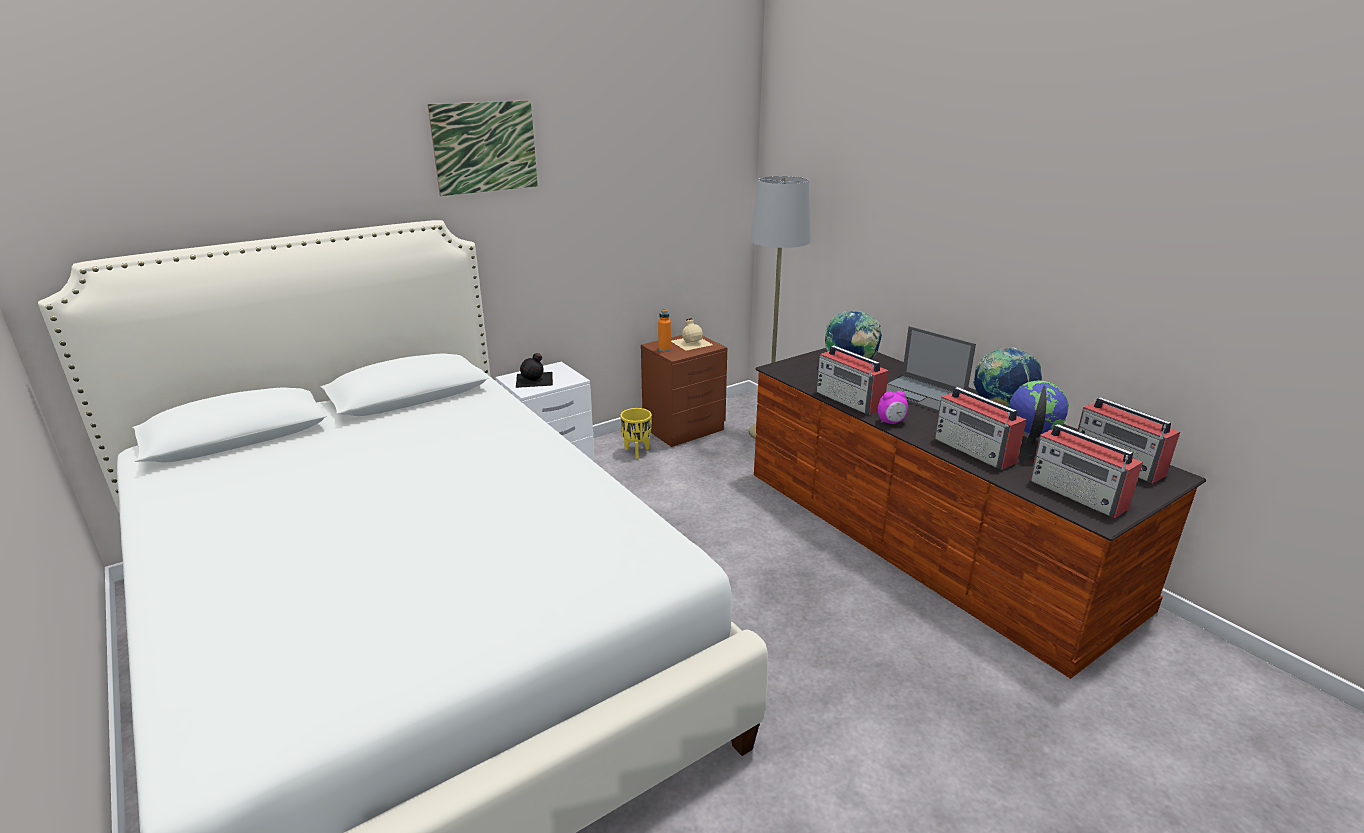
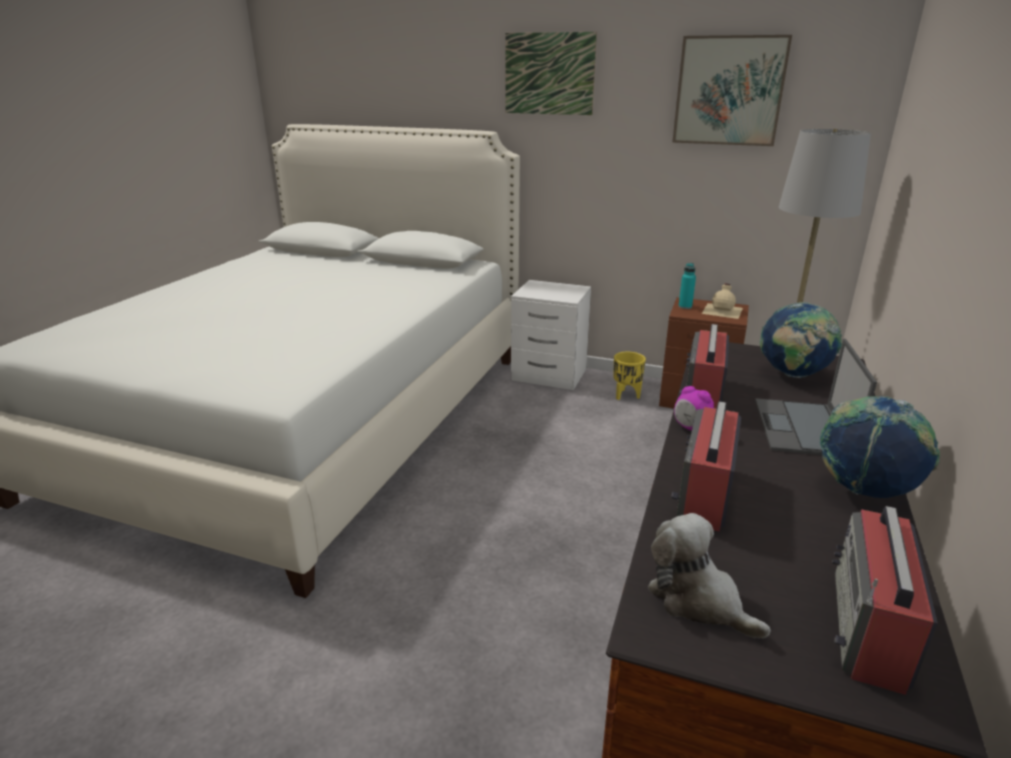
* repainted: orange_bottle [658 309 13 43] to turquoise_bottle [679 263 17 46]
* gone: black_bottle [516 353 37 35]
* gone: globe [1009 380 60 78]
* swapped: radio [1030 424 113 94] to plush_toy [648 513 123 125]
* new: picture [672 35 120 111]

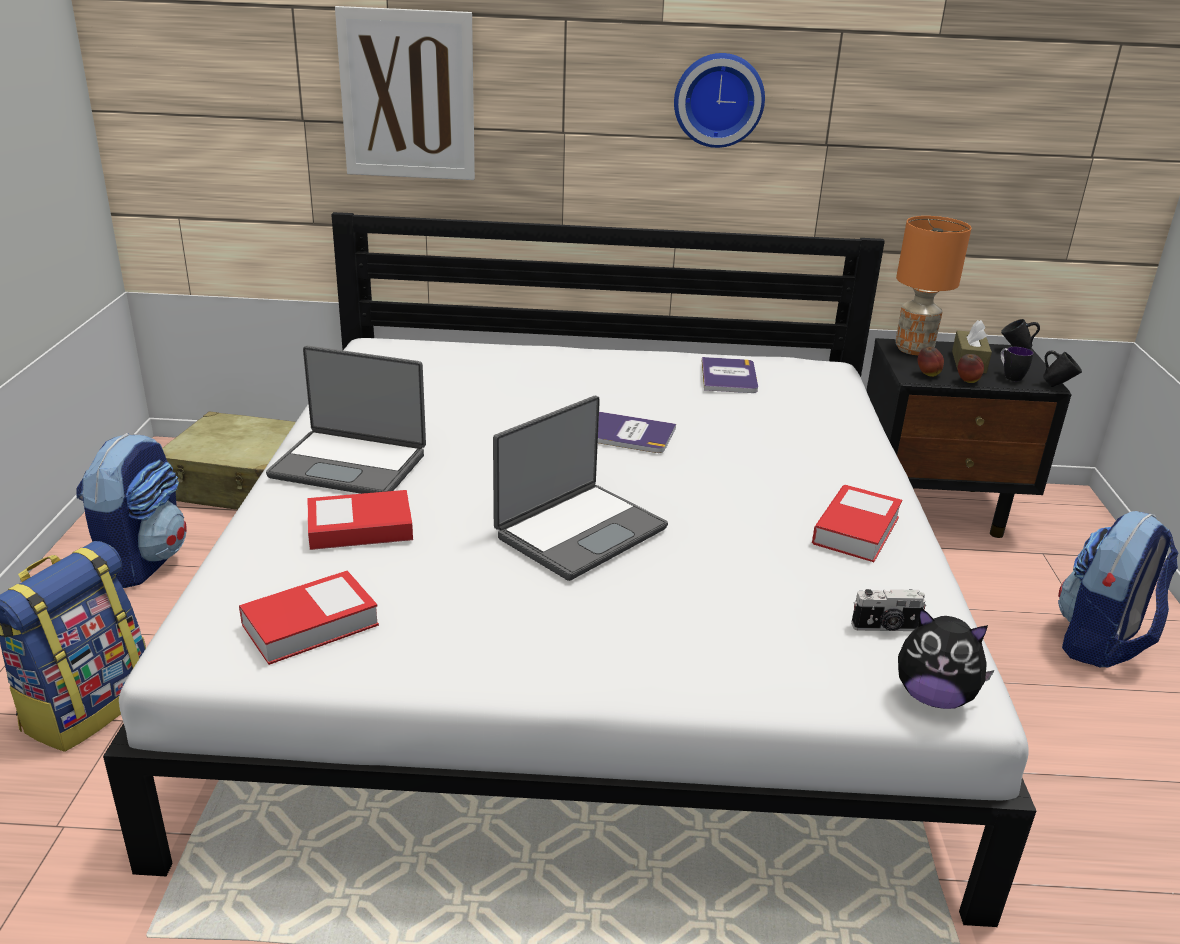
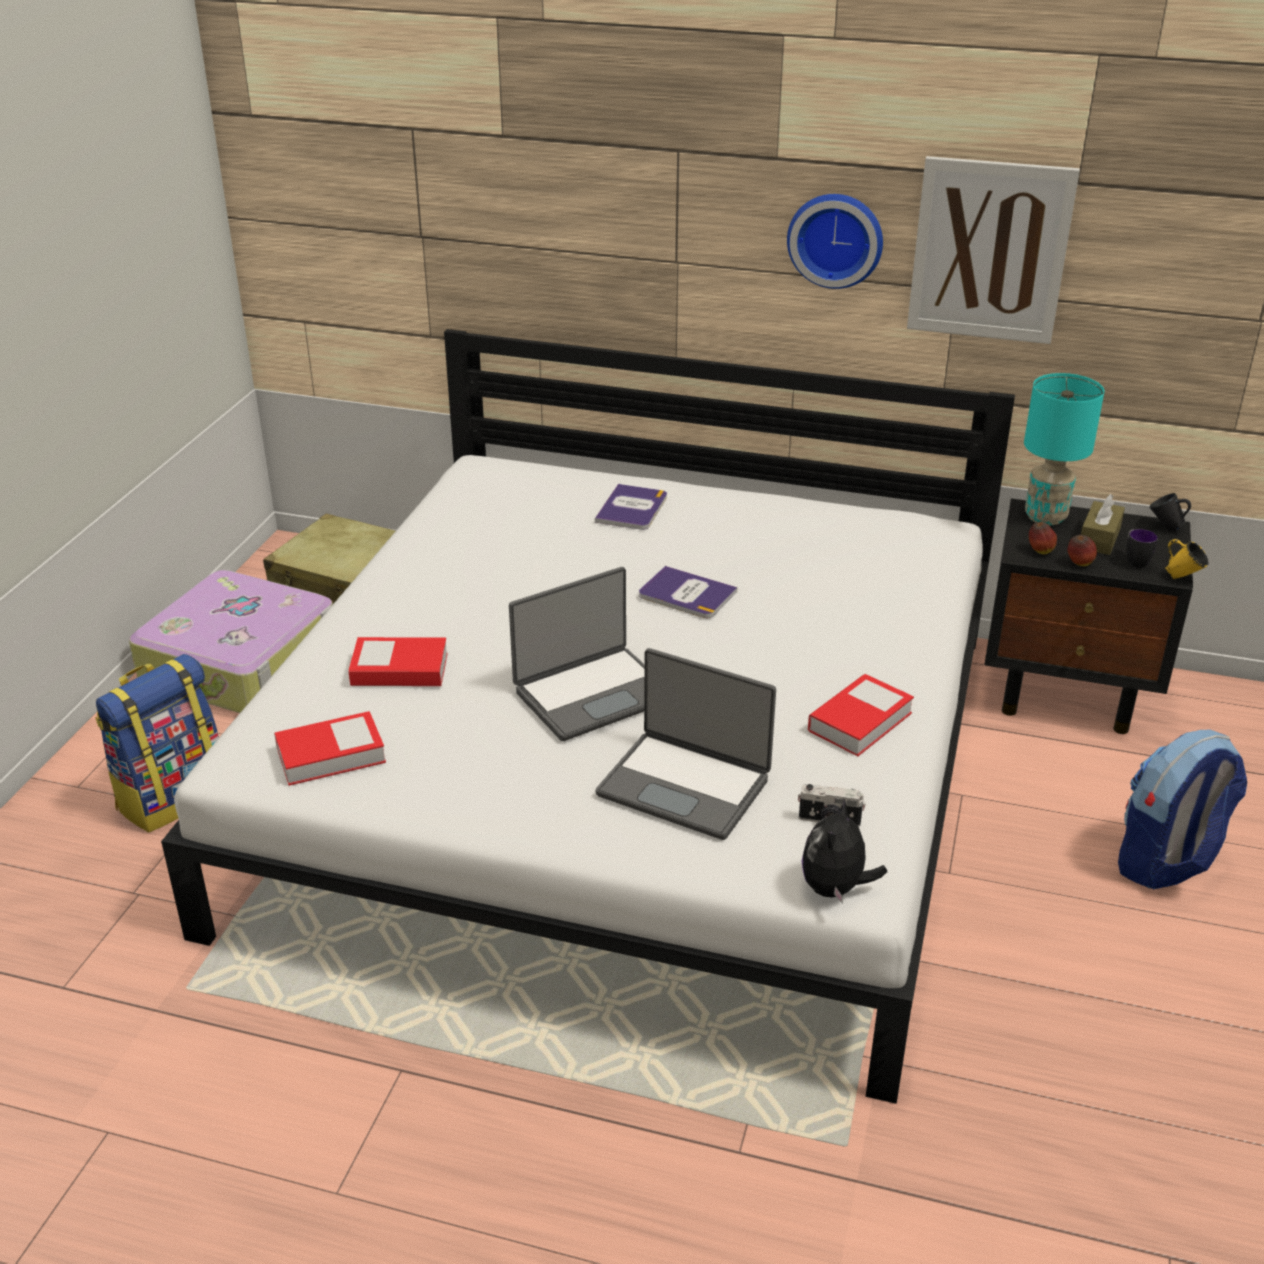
* shifted: picture [335 6 140 174] to [907 156 173 188]
* repainted: orange_table_lamp [895 216 76 139] to turquoise_table_lamp [1024 373 80 152]
* shifted: laptop [266 346 160 148] to [596 648 180 192]
* repainted: black_mug [1043 351 39 36] to yellow_mug [1165 539 43 40]
* shifted: book [702 357 56 36] to [595 484 72 46]
* swapped: backpack [77 433 110 155] to suitcase [129 570 204 143]
* rotated: plush_toy [898 608 97 101] = [802 799 85 105] 75 degrees clockwise

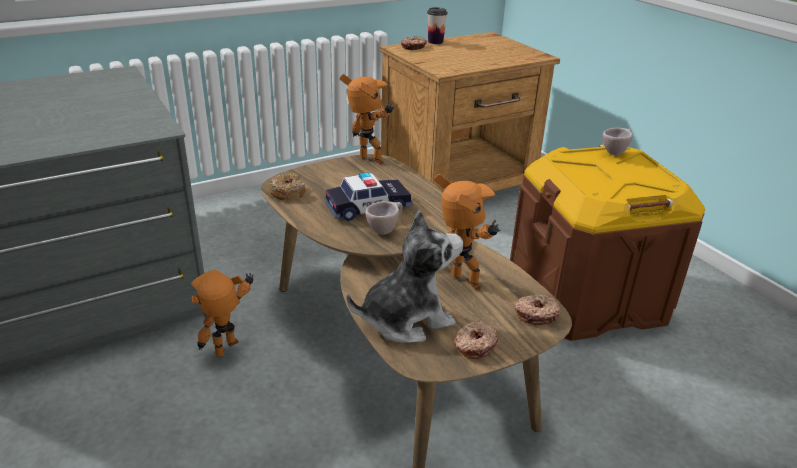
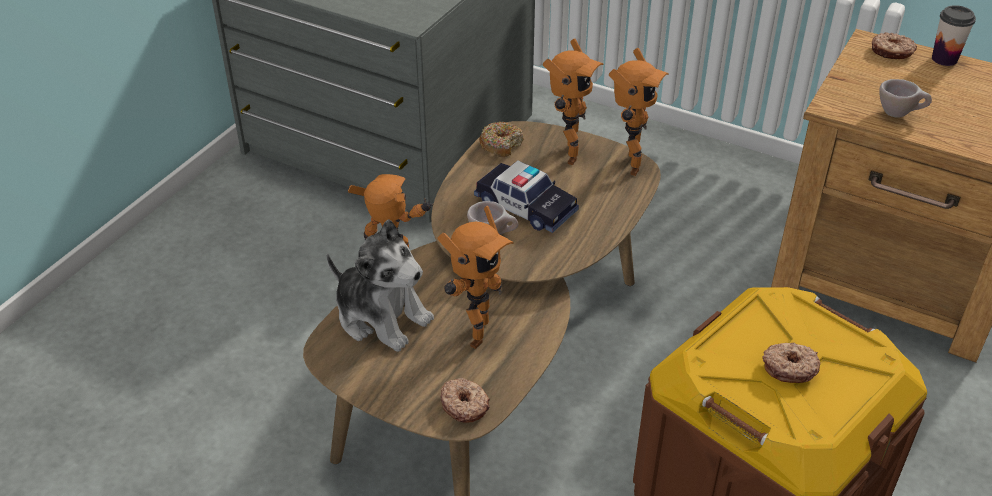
* shifted: beige_cup [602 128 31 27] to [879 79 53 39]
* shifted: donut [454 321 44 38] to [762 342 58 41]
* new: toy_robot [543 38 61 127]

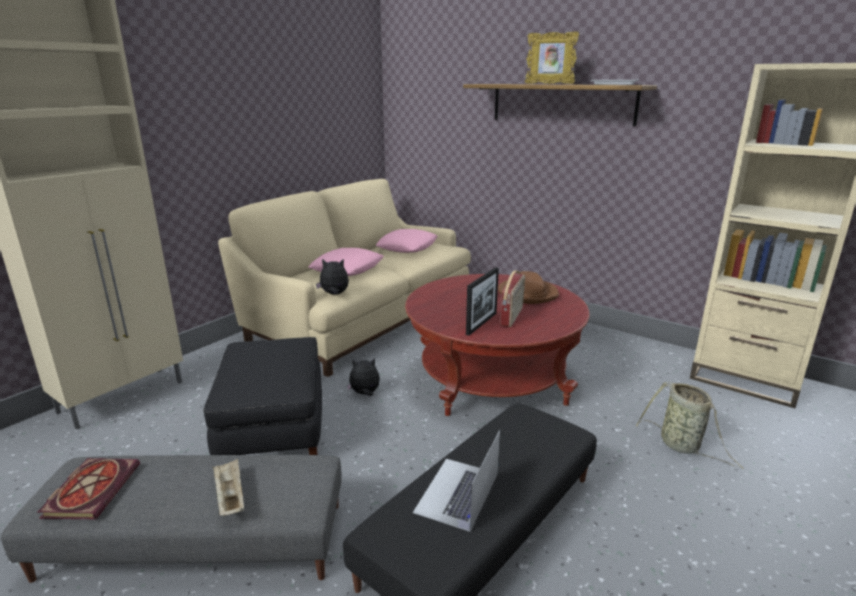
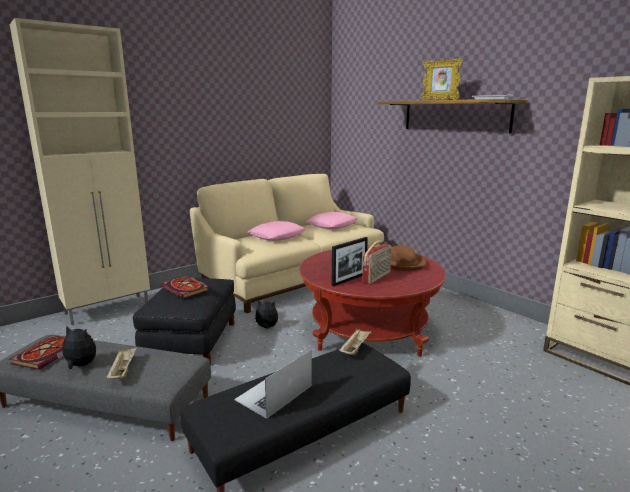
* shifted: plush_toy [316 259 33 36] to [56 325 40 44]
* gone: basket [636 382 108 87]
* new: book [161 276 49 23]
* new: beige_tray [339 328 33 27]

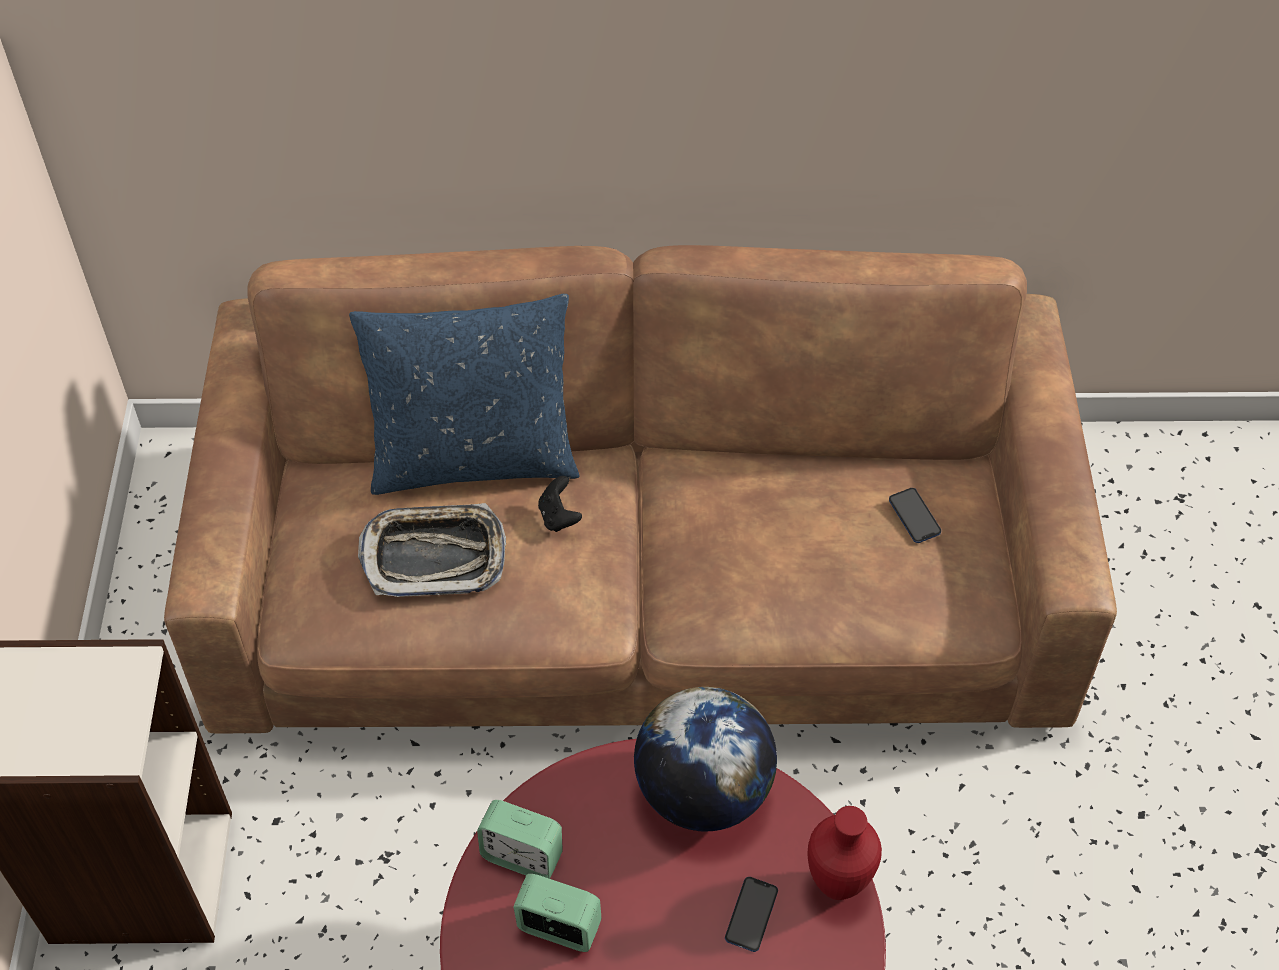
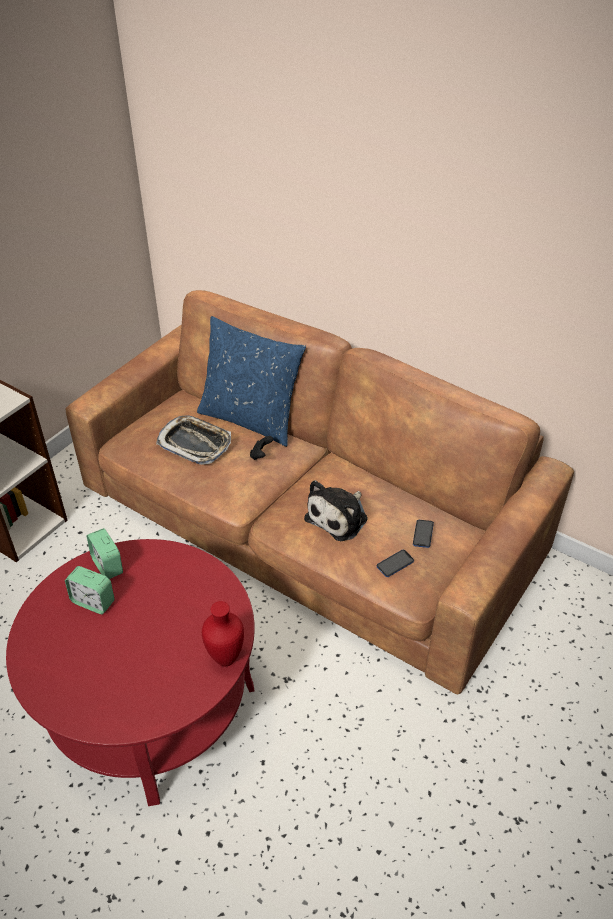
* gone: globe [634 687 143 144]
* rotated: alarm_clock [514 874 87 78] = [65 566 50 48] 150 degrees clockwise
* shifted: phone [725 877 53 75] to [377 550 37 27]
* new: plush_toy [304 480 64 61]

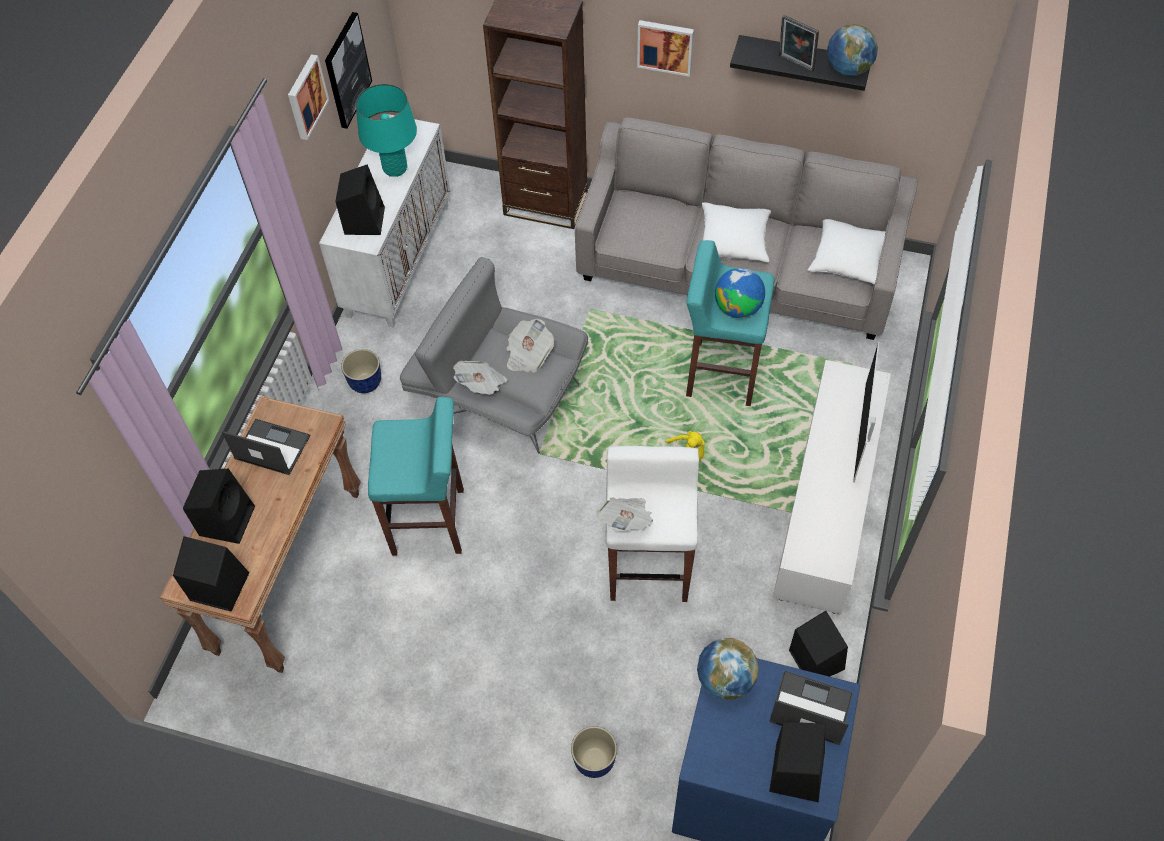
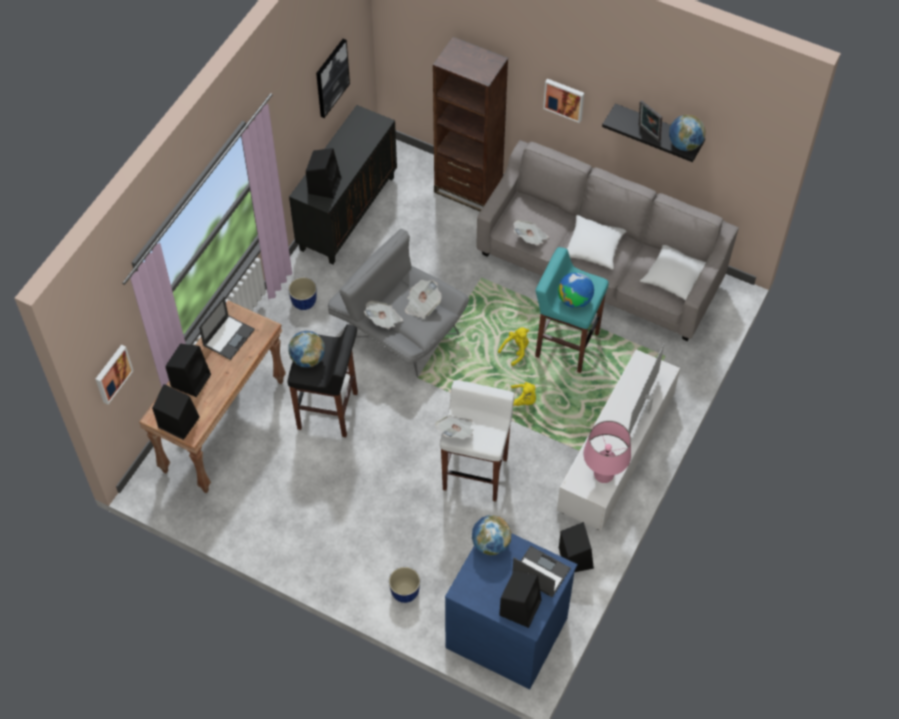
* shifted: picture [288 54 41 86] to [95 345 38 60]
* gone: turquoise_table_lamp [356 84 61 93]
* repainted: white_cabinet [319 114 131 214] to black_cabinet [289 105 108 160]
* repainted: turquoise_stool [368 397 96 159] to black_stool [288 324 70 113]
* rotated: laptop [222 419 88 56] = [199 297 56 63] 90 degrees clockwise
* new: newspaper [513 220 36 26]
* new: yellow_plush_toy [498 327 31 39]
* new: globe [288 331 37 37]
* new: pink_table_lamp [584 421 47 62]

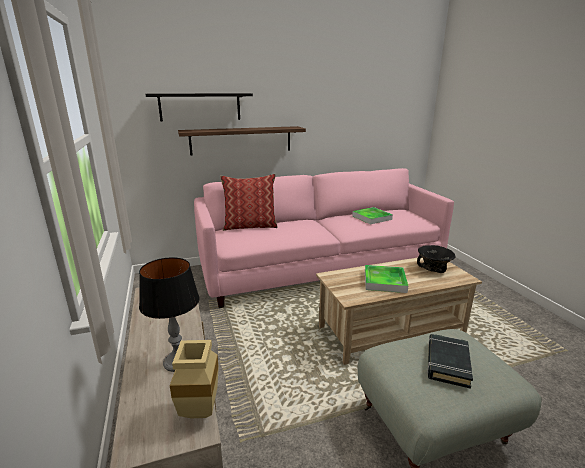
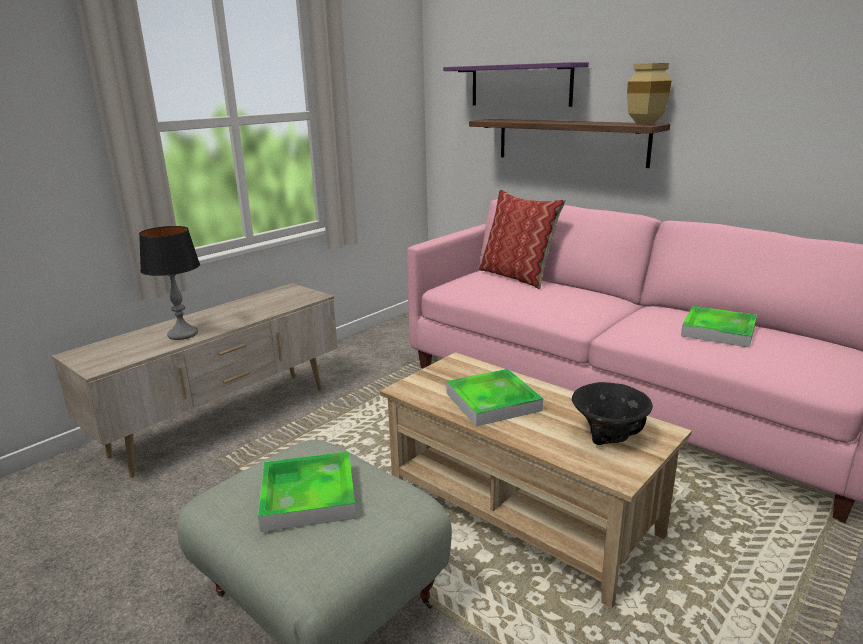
* repainted: black_shelf [145 93 108 29] to purple_shelf [443 62 146 45]
* swapped: black_book [427 334 46 55] to tray [258 452 98 80]
* shifted: beige_vase [170 340 49 78] to [627 63 44 62]

